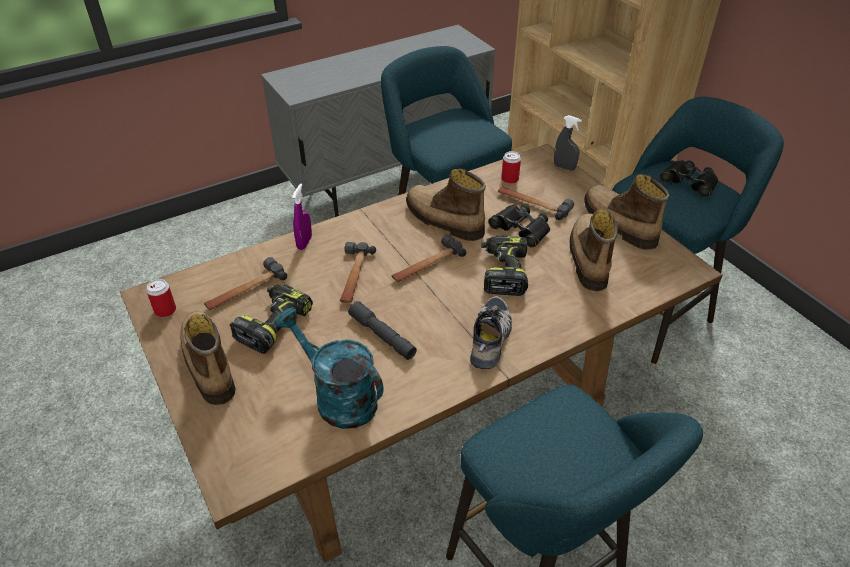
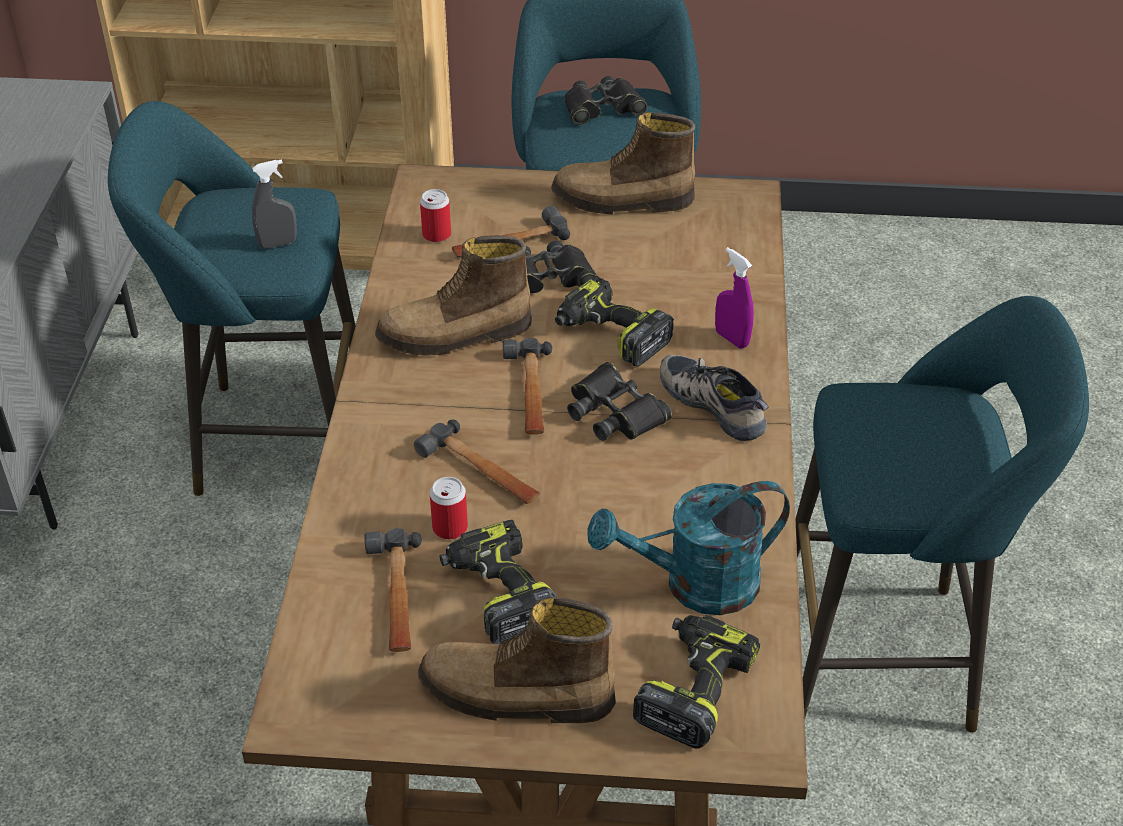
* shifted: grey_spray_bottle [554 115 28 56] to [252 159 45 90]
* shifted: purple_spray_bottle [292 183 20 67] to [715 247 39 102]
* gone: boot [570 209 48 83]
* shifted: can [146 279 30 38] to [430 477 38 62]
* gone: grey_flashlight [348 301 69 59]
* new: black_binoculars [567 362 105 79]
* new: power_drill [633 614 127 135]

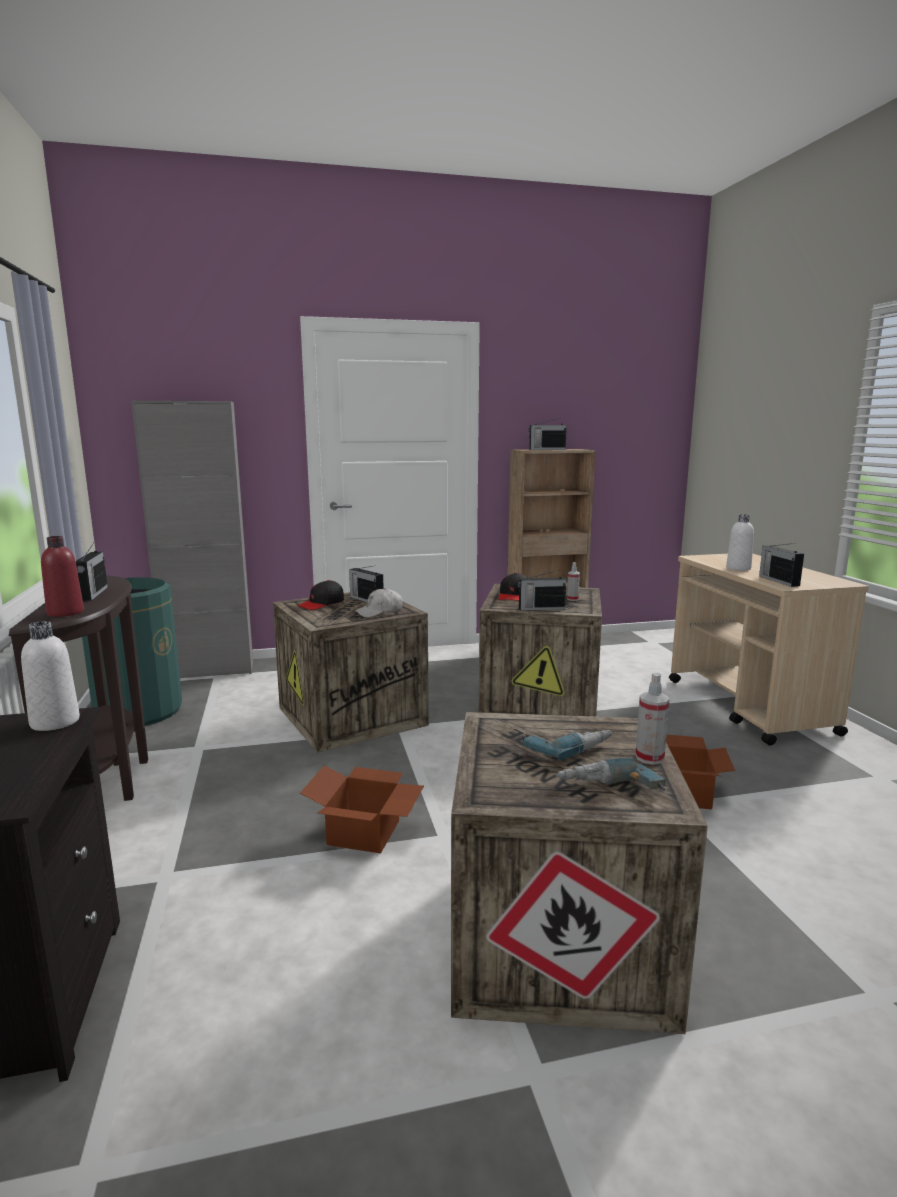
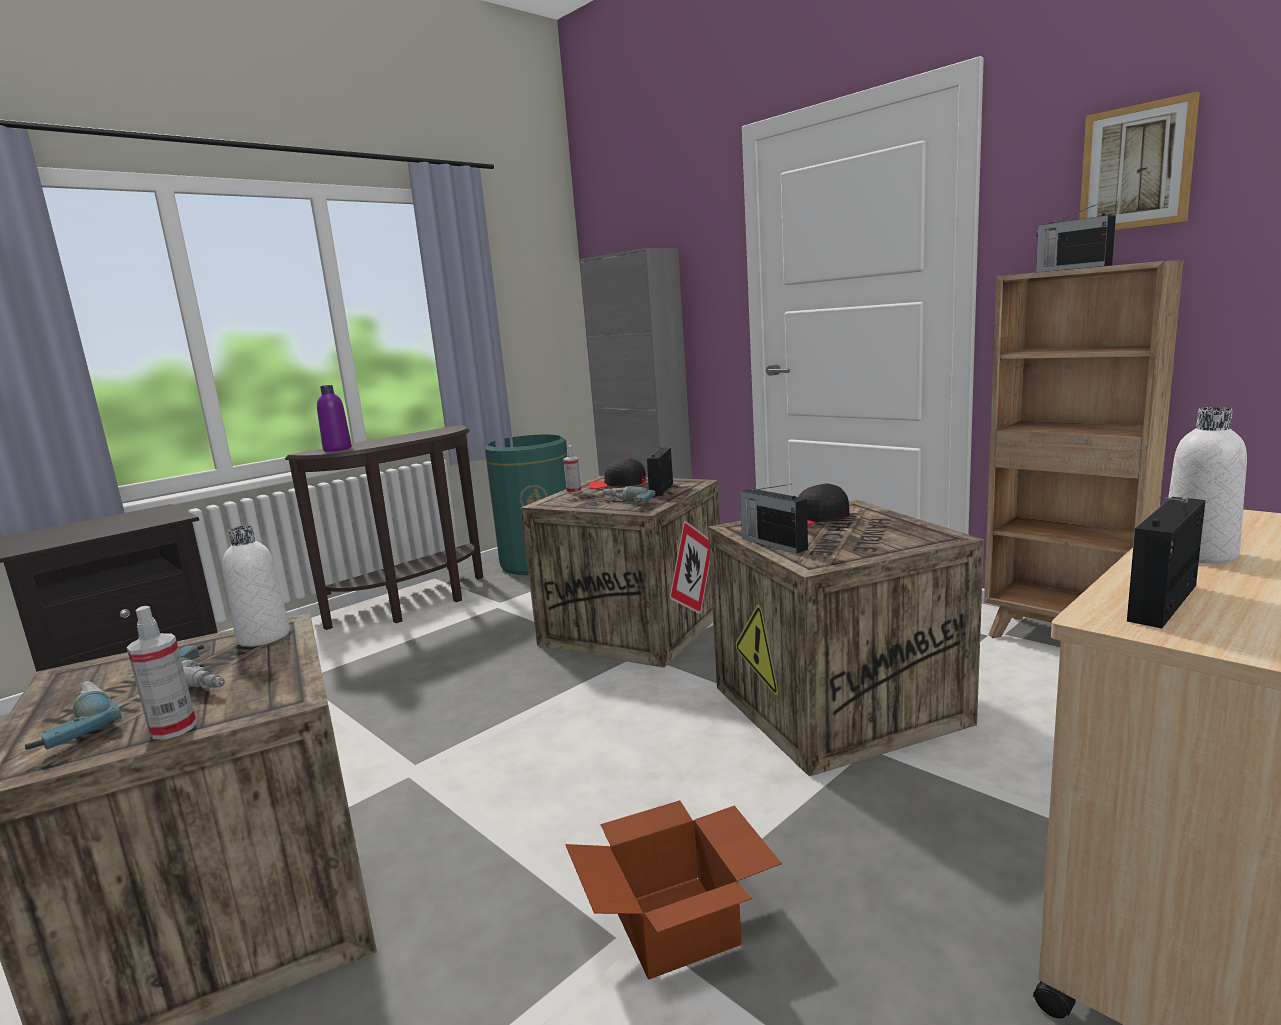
* repainted: red_bottle [41 536 43 81] to purple_bottle [317 385 35 67]
* gone: radio [76 543 32 58]
* shifted: spray_bottle [567 562 13 39] to [563 445 18 49]
* swapped: white_cap [355 588 48 29] to power_drill [602 486 54 18]
* shifted: white_bottle [21 621 59 110] to [223 525 67 121]
* gone: cardboard_box [300 765 124 88]
* new: picture [1079 91 121 139]

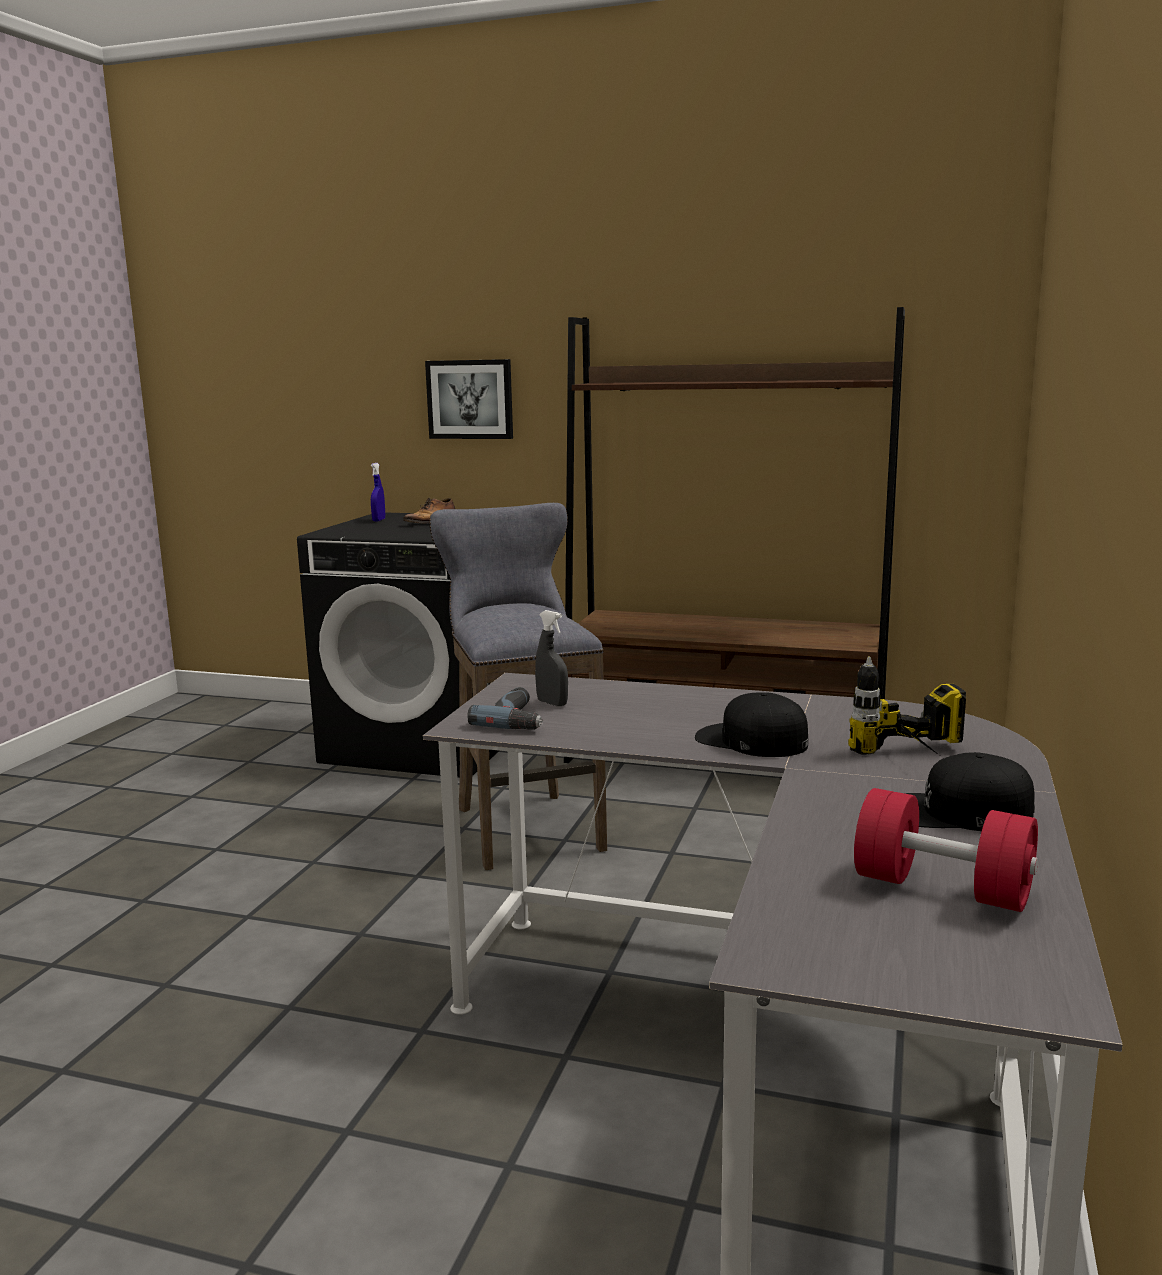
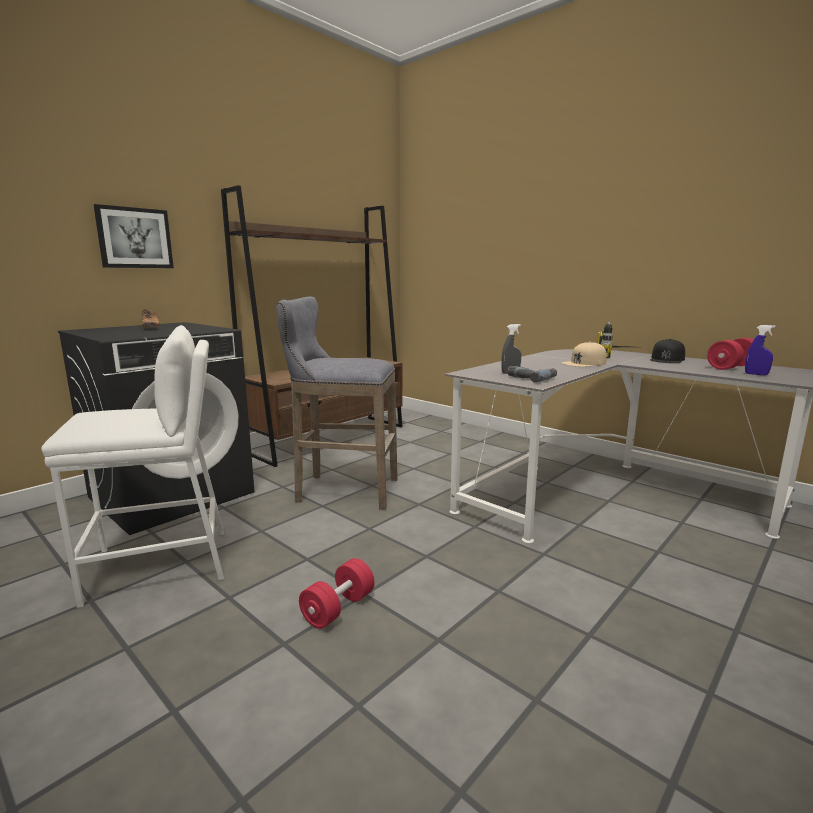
* shifted: blue_spray_bottle [371 463 14 58] to [745 325 30 50]
* repainted: black_cap [695 692 113 65] to beige_cap [562 342 45 25]
* new: white_stool [41 325 183 283]
* new: red_dumbbell [299 558 75 71]

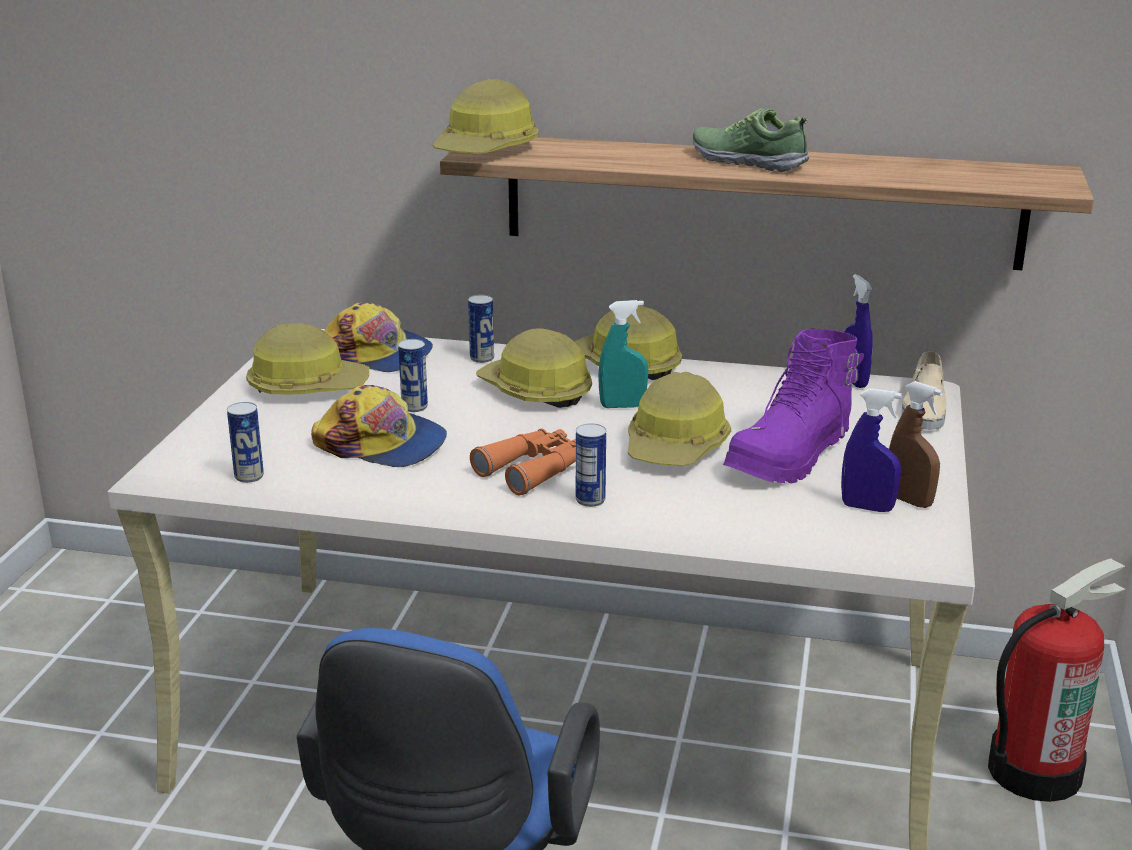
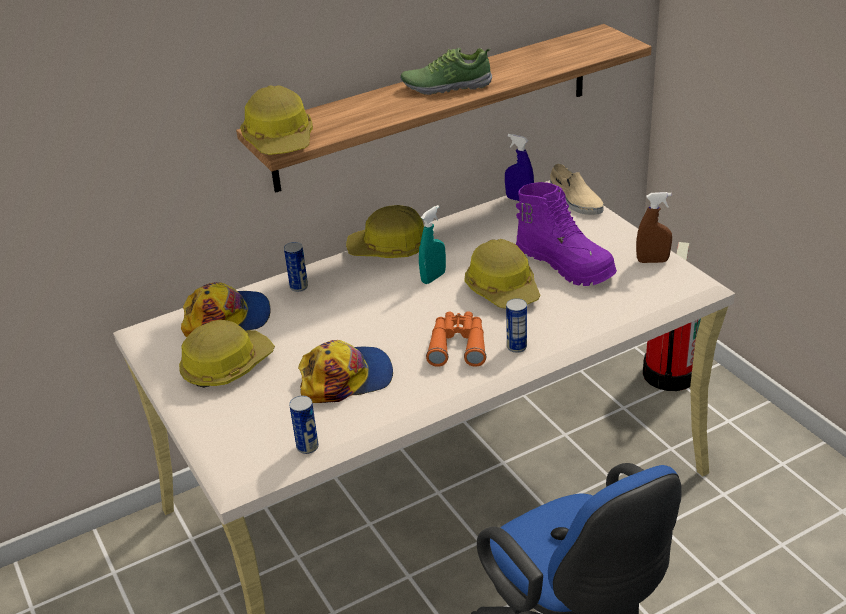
* gone: hard_hat [476 328 116 80]
* rotated: purple_boot [723 329 141 155] = [516 182 101 104] 45 degrees counterclockwise
* gone: can [398 339 30 73]
* gone: blue_spray_bottle [841 388 61 124]

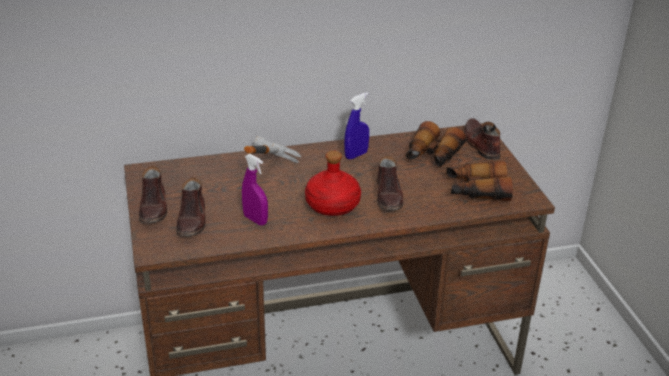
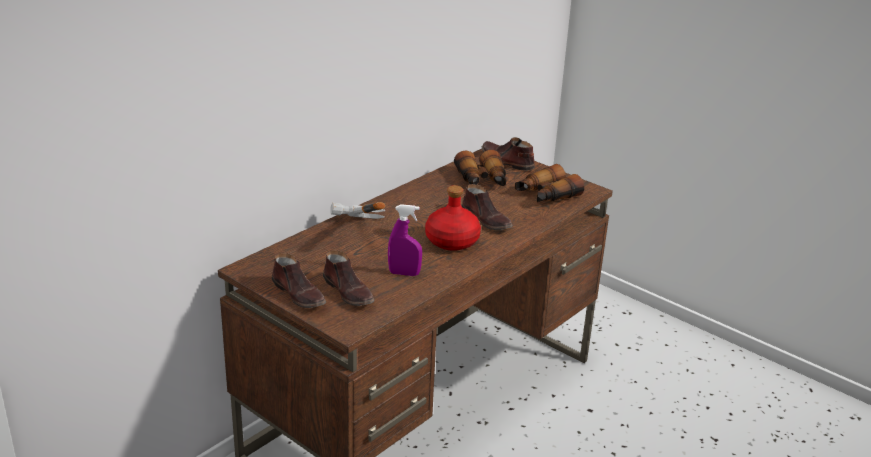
* gone: blue_spray_bottle [344 92 25 67]

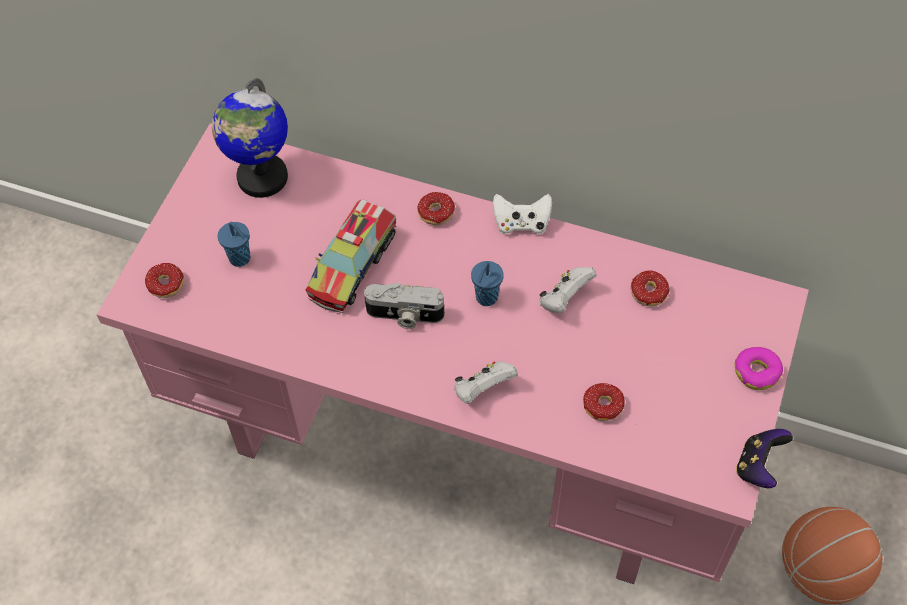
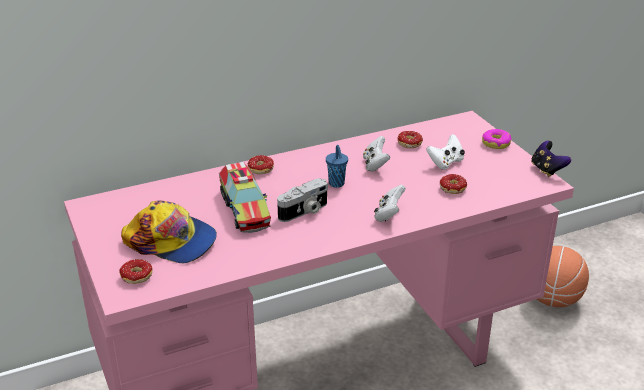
* gone: globe [212 78 76 120]
* shifted: white_game_controller [493 194 59 40] to [426 134 39 36]
* swapped: blue_cup [218 222 32 45] to cap [121 200 96 63]

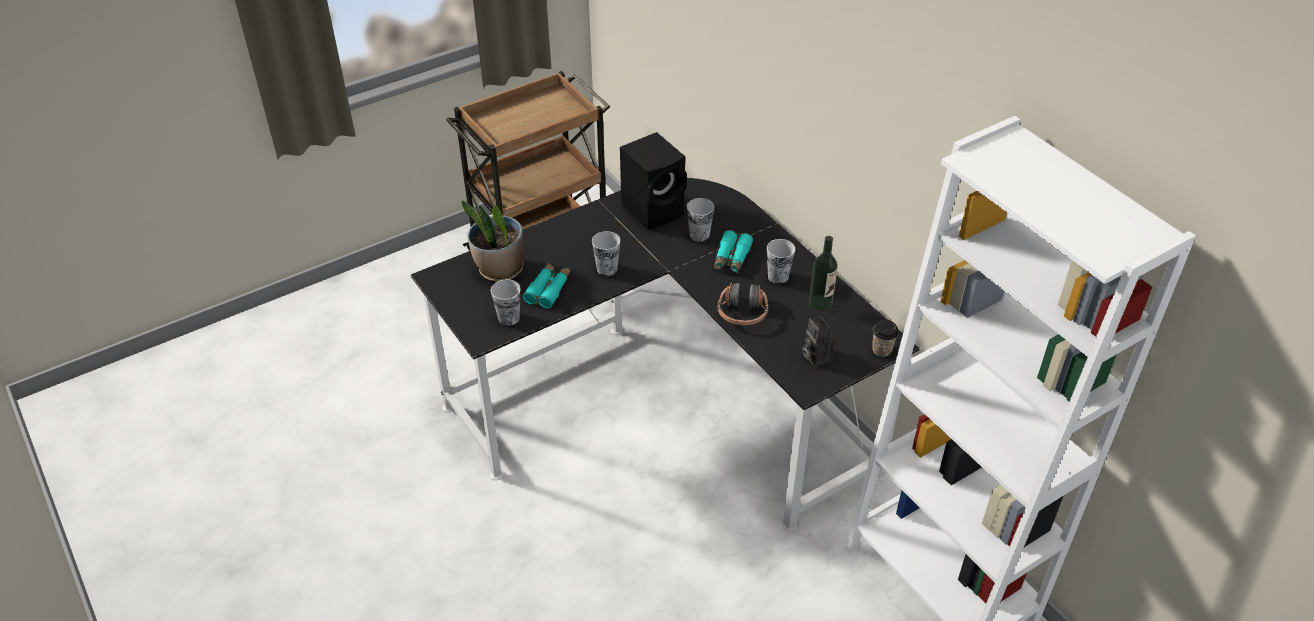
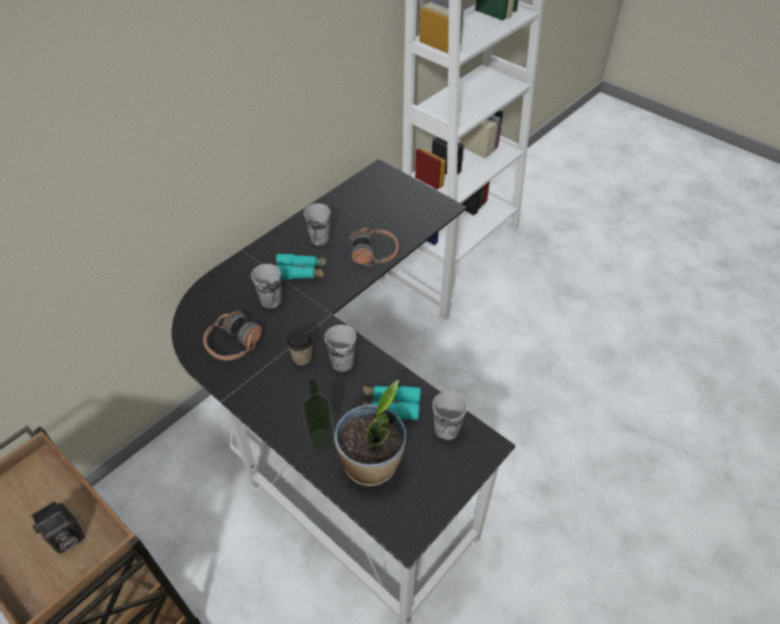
* swapped: black_speaker [620 132 67 98] to headphones [203 311 59 49]
* shifted: bottle [809 236 29 75] to [302 379 32 72]
* shifted: photo_camera [802 317 33 49] to [31 501 54 53]
* shifted: cup [872 320 27 37] to [286 329 27 36]

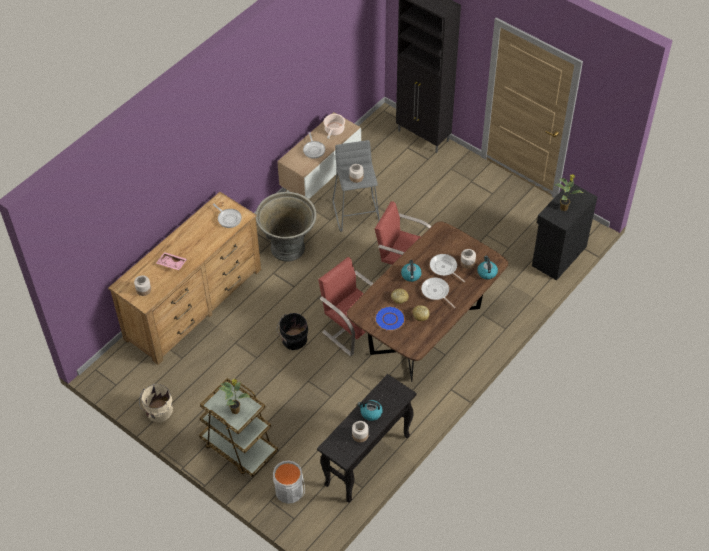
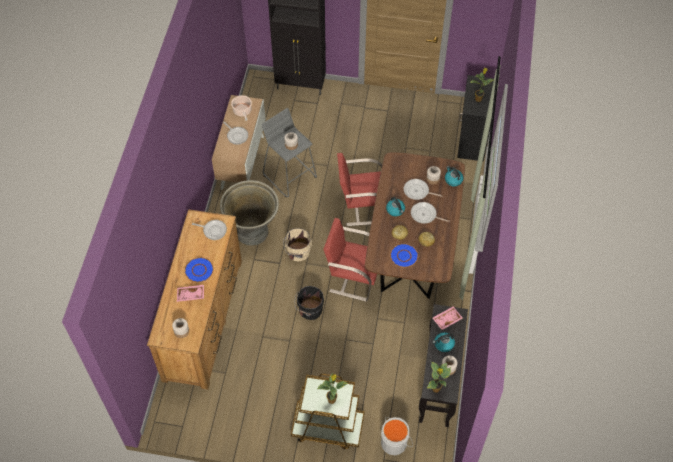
* shifted: beige_bucket [139 384 34 38] to [283 228 29 33]
* new: blue_plate [185 257 29 25]
* new: pink_tray [433 306 30 24]
* new: potted_plant [427 362 24 30]

